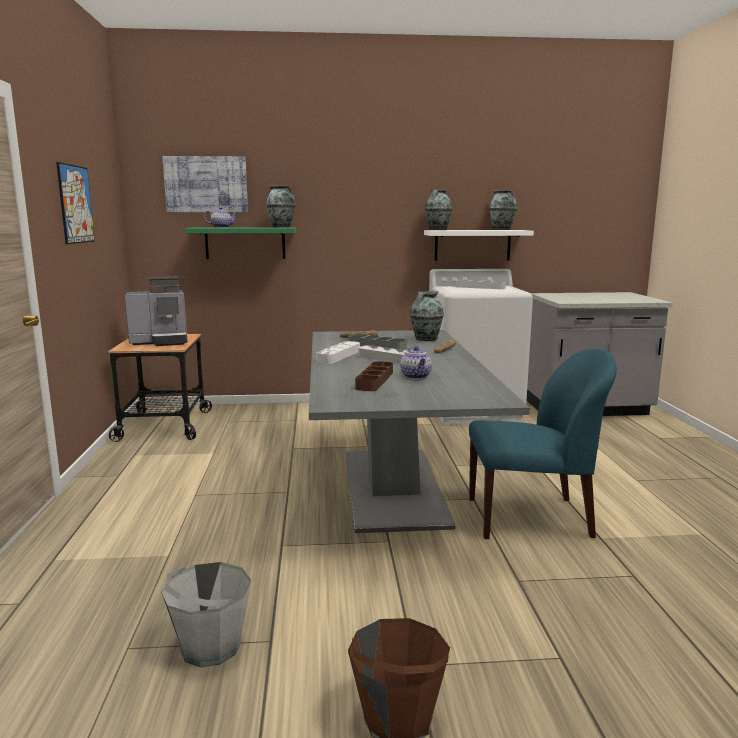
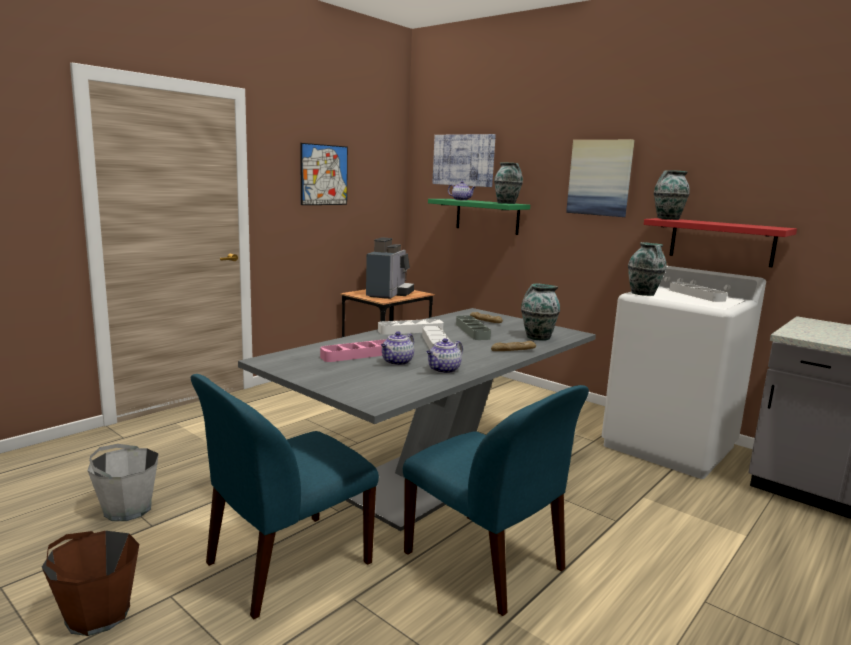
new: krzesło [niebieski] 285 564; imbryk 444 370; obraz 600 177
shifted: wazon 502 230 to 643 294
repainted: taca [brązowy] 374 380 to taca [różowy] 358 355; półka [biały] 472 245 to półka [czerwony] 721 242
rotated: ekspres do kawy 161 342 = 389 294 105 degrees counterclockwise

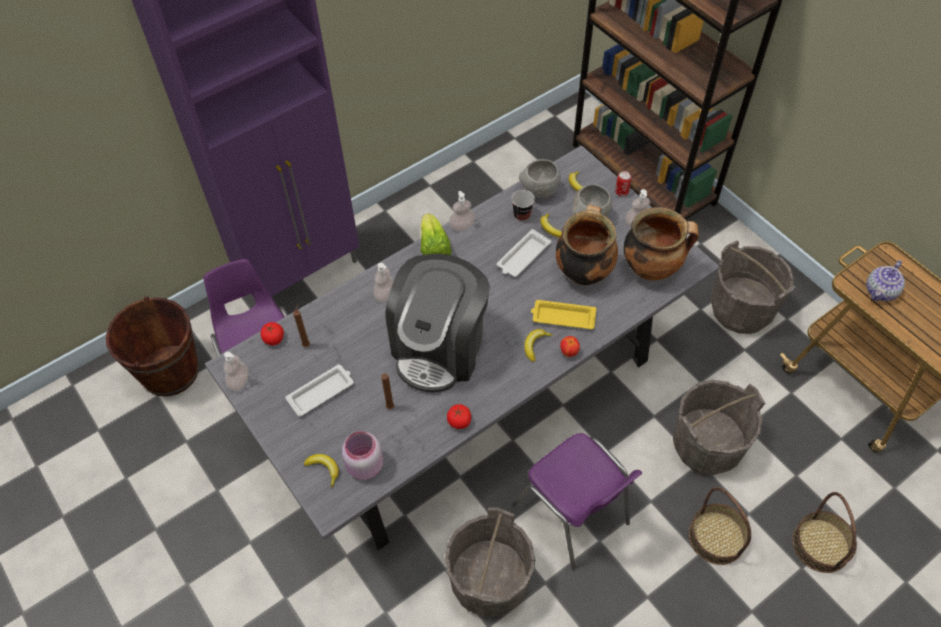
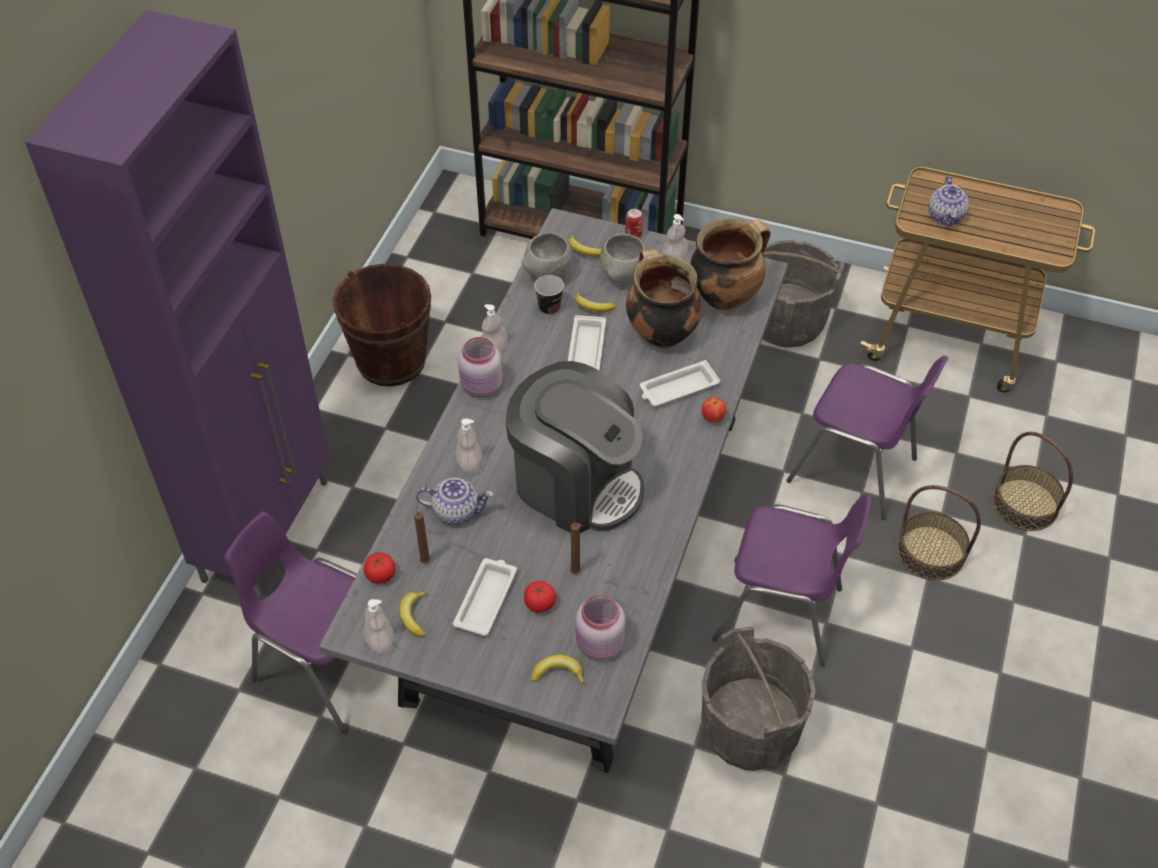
new: imbryk 456 511
shifted: wiadro [brązowy] 170 371 to 391 361; pomidor 459 421 to 539 604; banan 535 345 to 414 616
swapped: sałata 434 247 to słoik [różowy] 481 387; wiadro [szary] 707 445 to krzesło [fioletowy] 855 471
repainted: taca [żółty] 562 317 to taca [biały] 677 388
rotated: ekspres do kawy 440 347 = 576 484 45 degrees counterclockwise

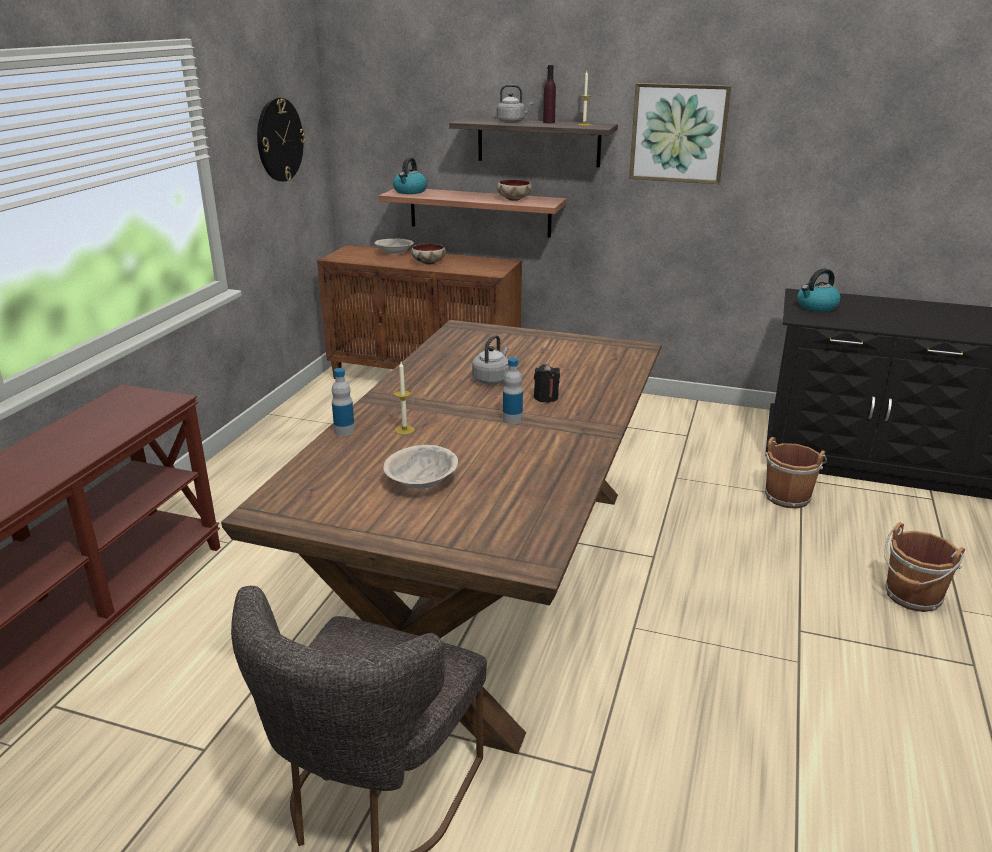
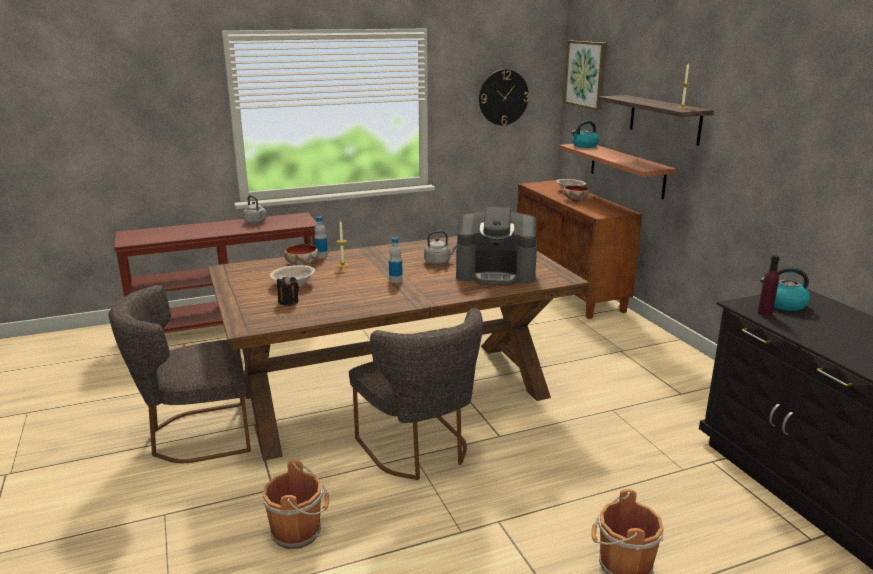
new: krzesło [szary] 419 450; ekspres do kawy 496 273
shifted: czajnik [szary] 512 122 to 256 222; miska 513 199 to 302 264; świeca [czarny] 546 397 to 288 302; butelka [fioletowy] 549 122 to 764 313; obraz 678 133 to 586 74; wiadro [brązowy] 787 496 to 299 532

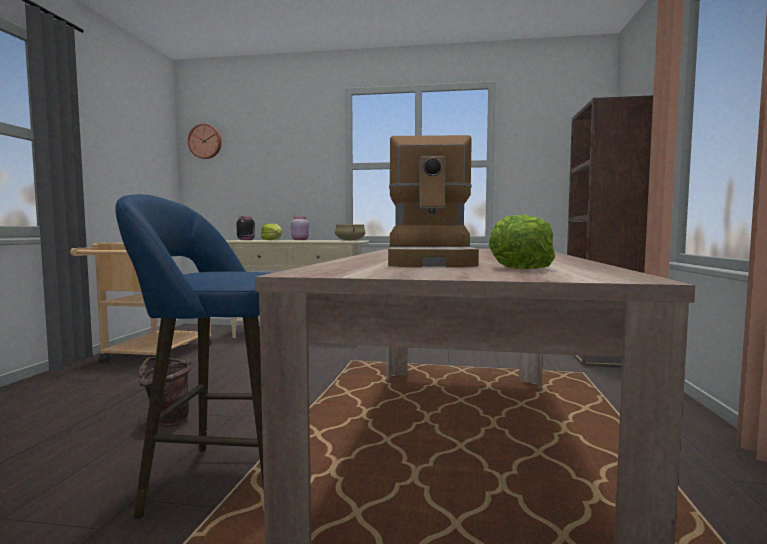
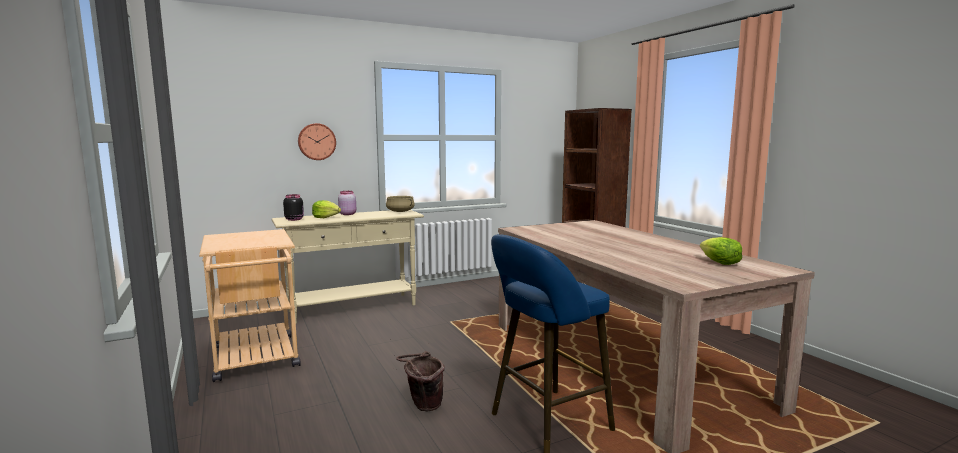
gone: ekspres do kawy 431 261
shifted: zegar ścienny 205 141 to 316 141

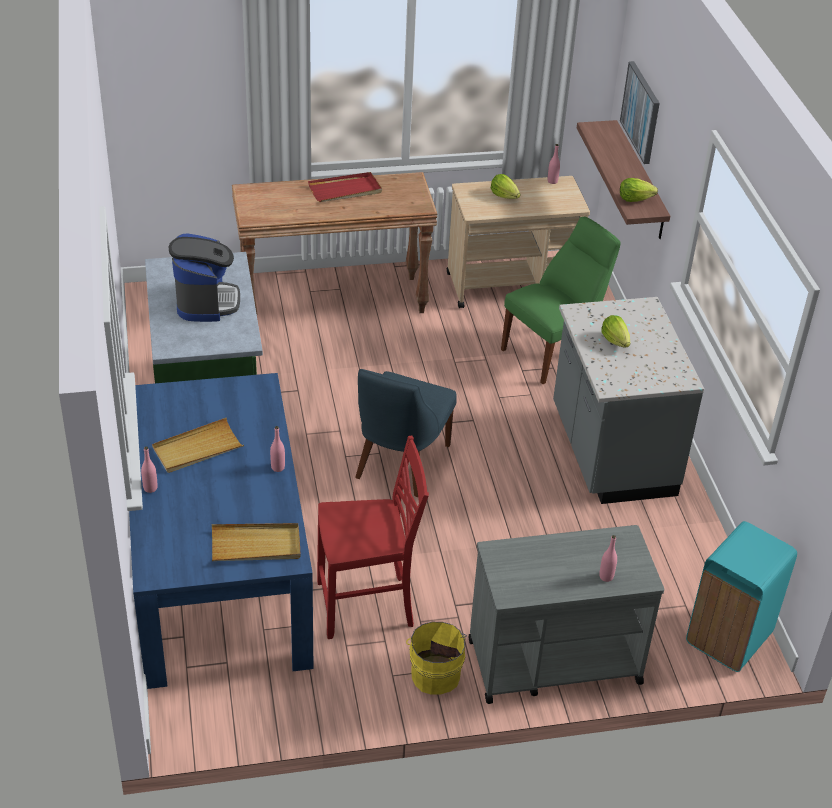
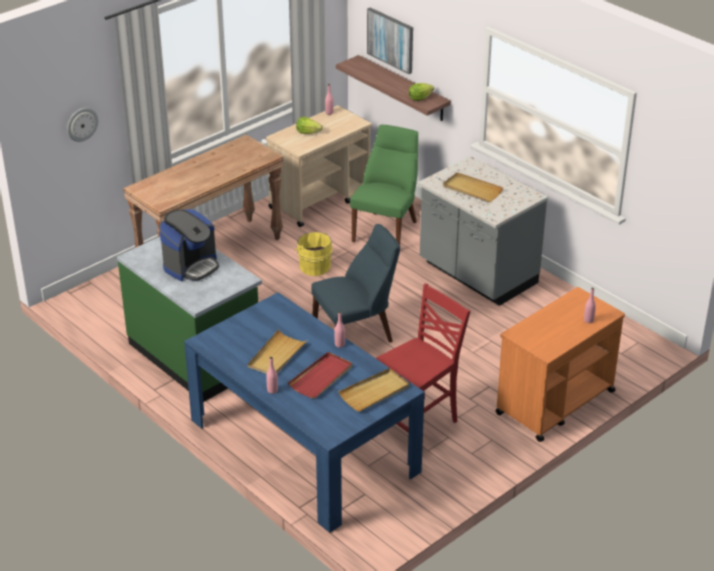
gone: kosz na śmieci [turkusowy] 730 638
new: zegar ścienny 81 124
shifted: taca [czerwony] 345 190 to 321 377; wiadro [żółty] 435 673 to 314 266
swapped: sałata 615 340 to taca [beżowy] 472 189
repainted: wózek [szary] 553 661 to wózek [pomarańczowy] 554 402
rotated: ekspres do kawy 206 302 = 191 266 75 degrees clockwise; krzesło [niebieski] 400 464 = 356 335 105 degrees counterclockwise

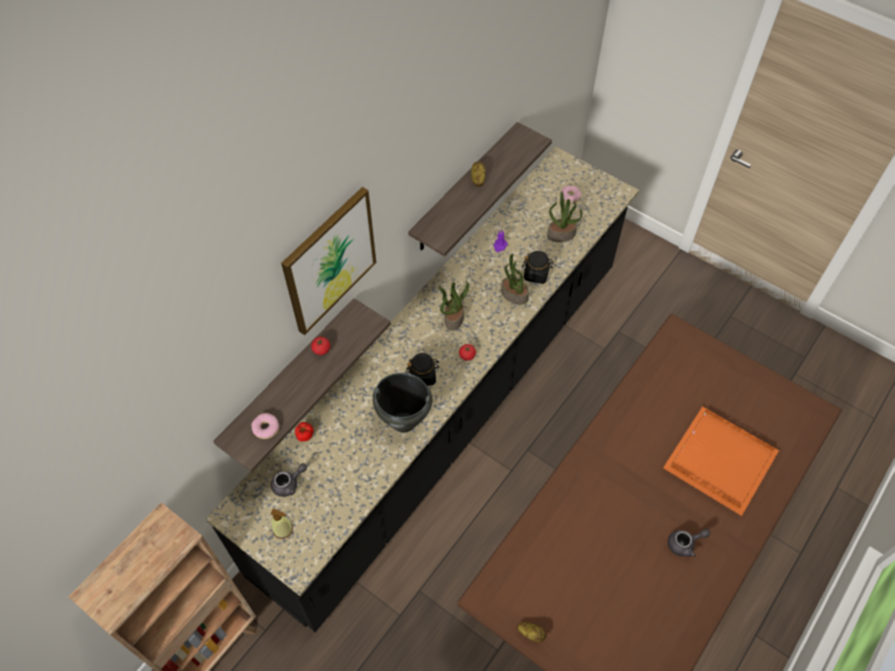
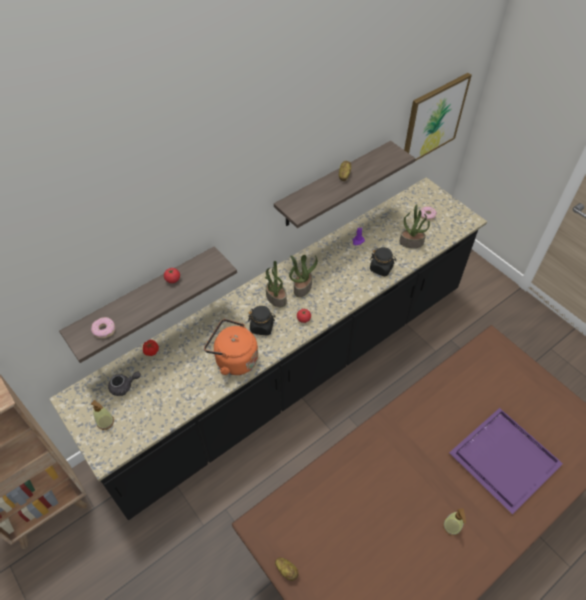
shifted: obraz 329 261 to 433 119; roślina doniczkowa 513 295 to 275 298
swapped: garnek [czarny] 404 422 to czajnik [pomarańczowy] 234 359; imbryk [szary] 685 544 to dozownik mydła 452 526
repainted: taca [pomarańczowy] 719 458 to taca [fioletowy] 504 457

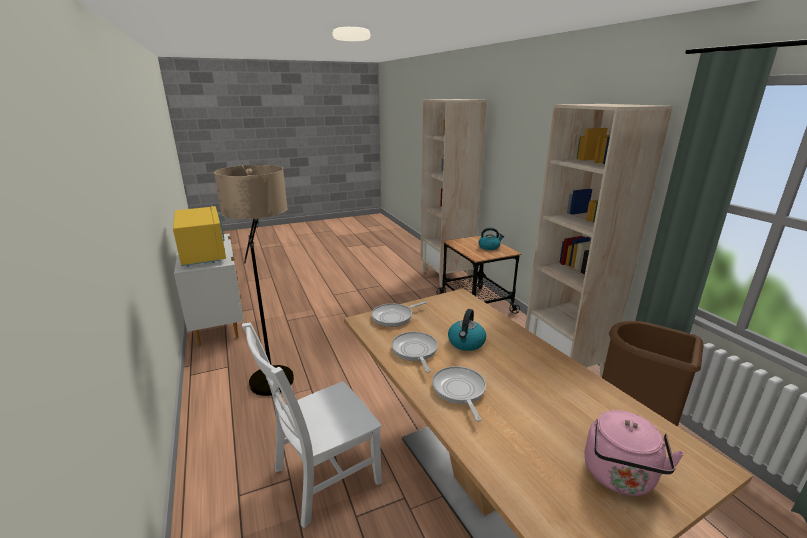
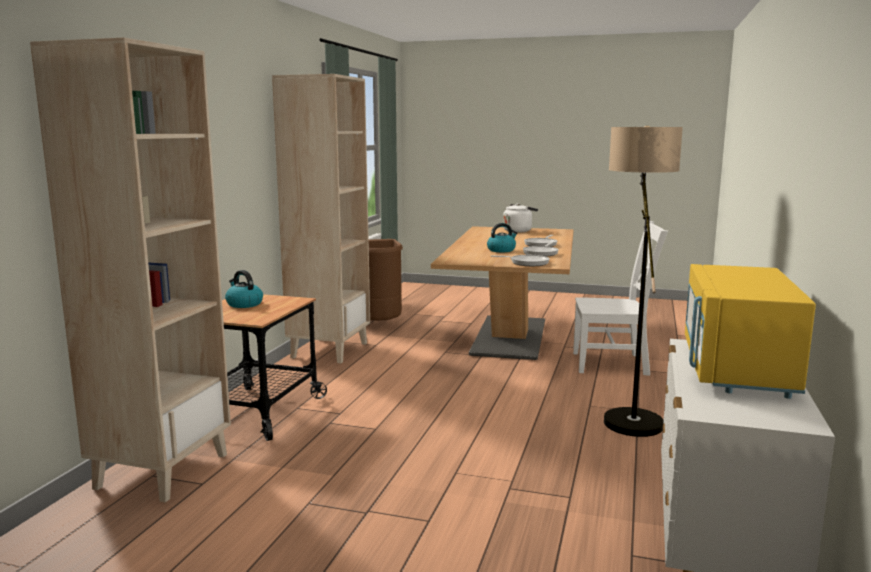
repainted: czajnik [różowy] 619 477 to czajnik [biały] 518 231

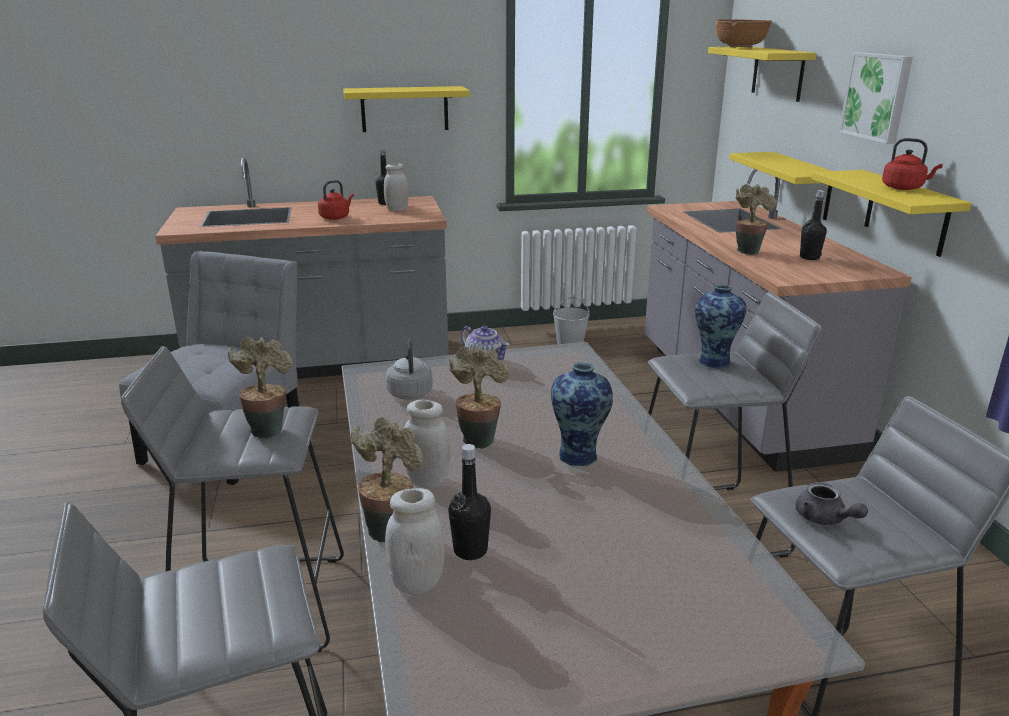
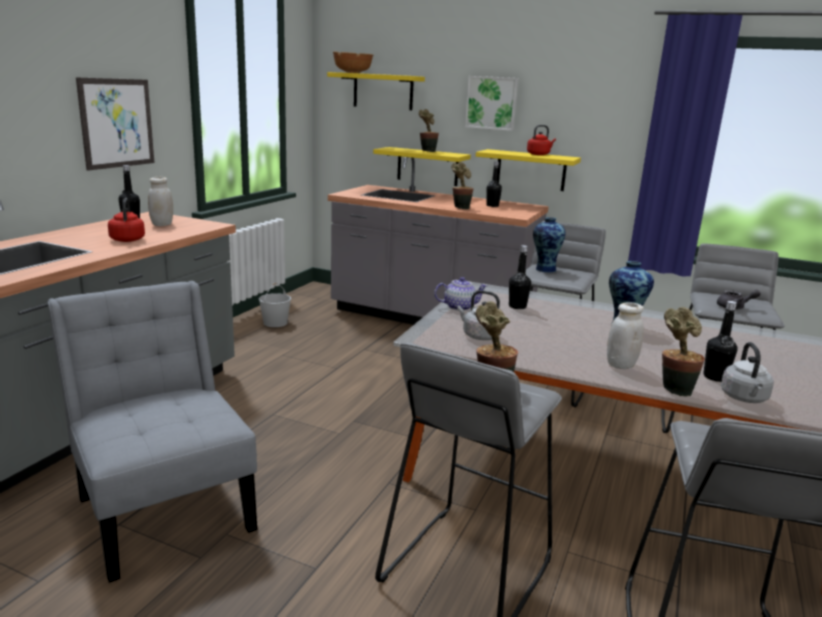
new: butelka [czarny] 517 306
shifted: roślina doniczkowa 478 438 to 427 151
swapped: półka [żółty] 404 109 to obraz 117 123; słoik [biały] 417 583 to czajnik [szary] 744 398

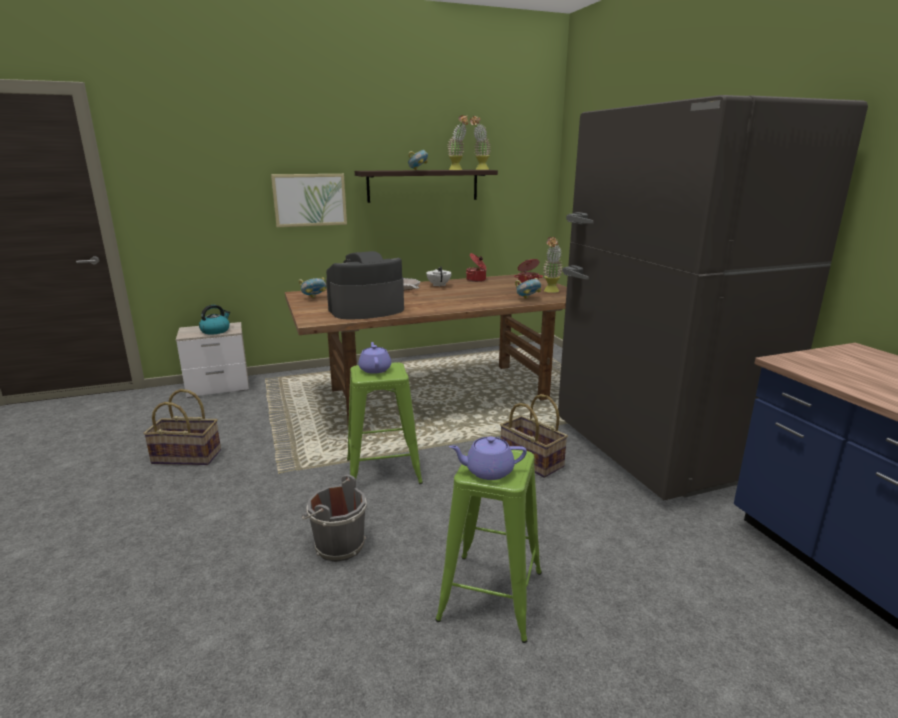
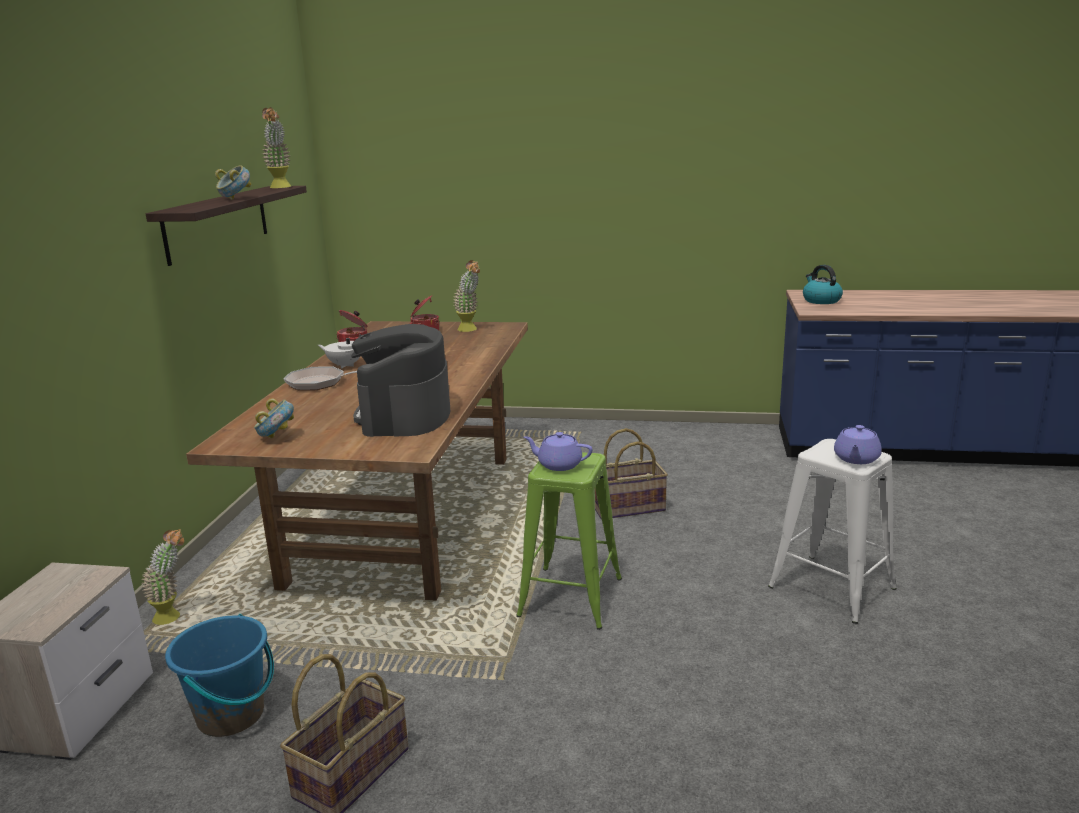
gone: obraz 310 200; wiadro [szary] 337 545; miska 528 299; lodówka [szary] 656 449
new: wiadro [niebieski] 231 715
shifted: czajnik 215 331 to 821 300; roślina doniczkowa 458 170 to 174 617
repainted: stołek [zielony] 491 594 to stołek [biały] 830 587

